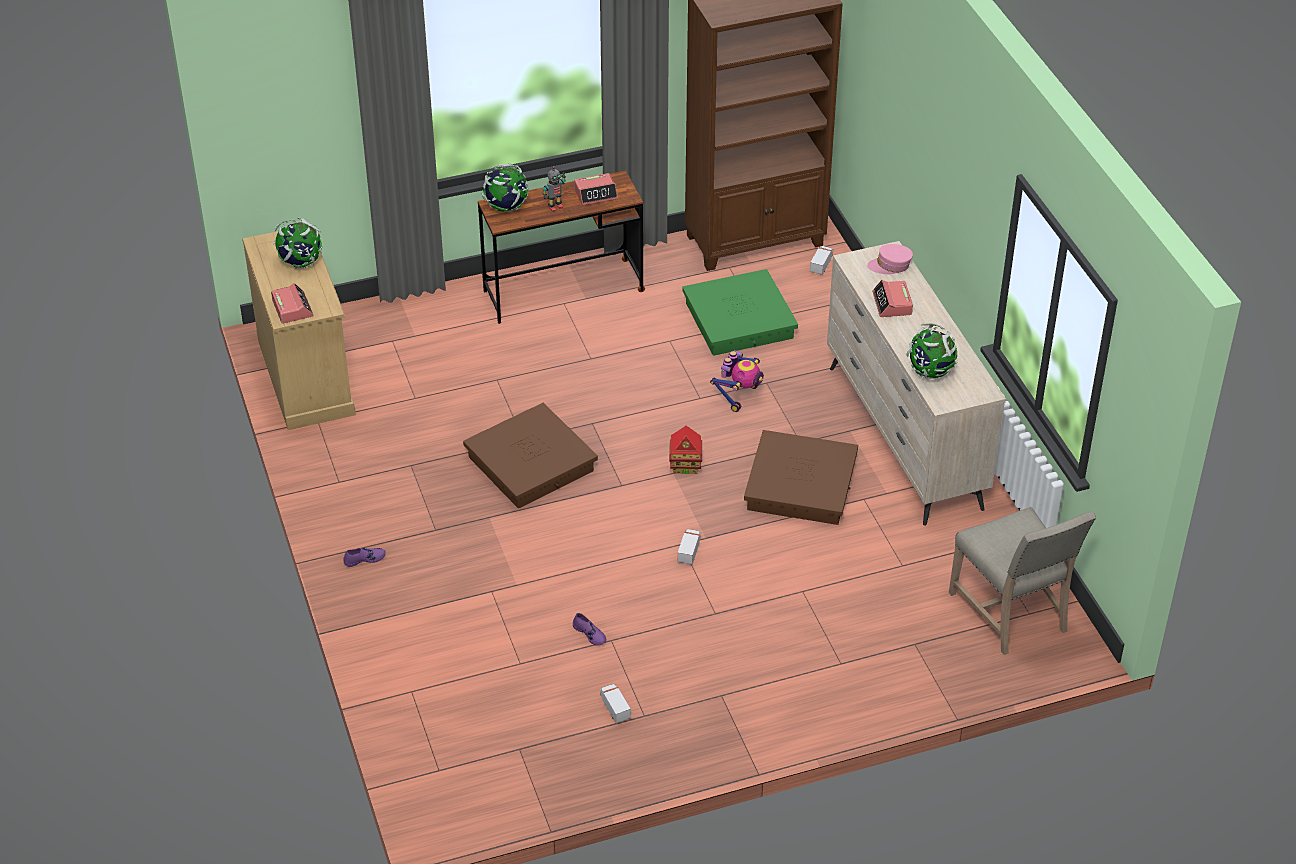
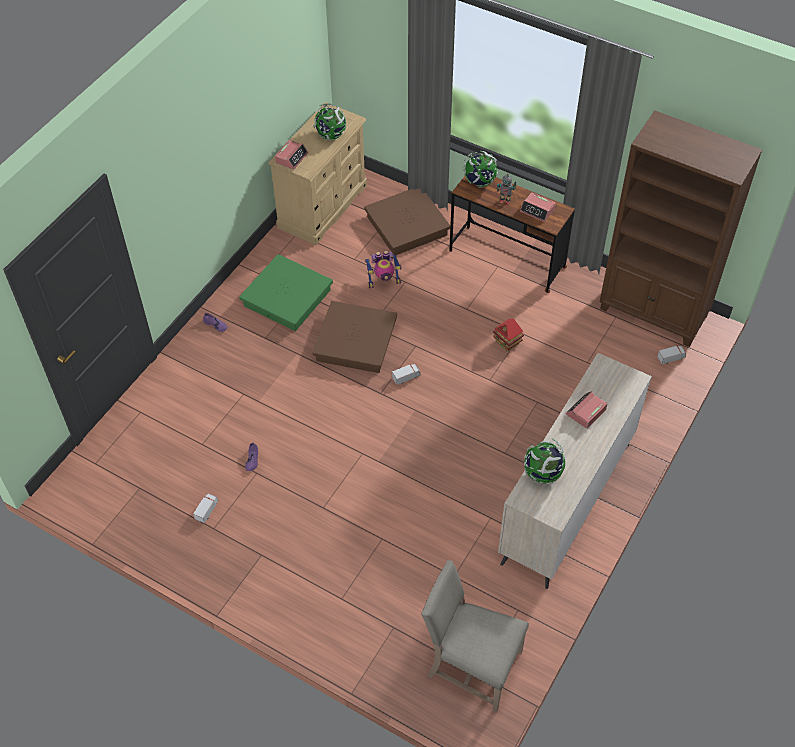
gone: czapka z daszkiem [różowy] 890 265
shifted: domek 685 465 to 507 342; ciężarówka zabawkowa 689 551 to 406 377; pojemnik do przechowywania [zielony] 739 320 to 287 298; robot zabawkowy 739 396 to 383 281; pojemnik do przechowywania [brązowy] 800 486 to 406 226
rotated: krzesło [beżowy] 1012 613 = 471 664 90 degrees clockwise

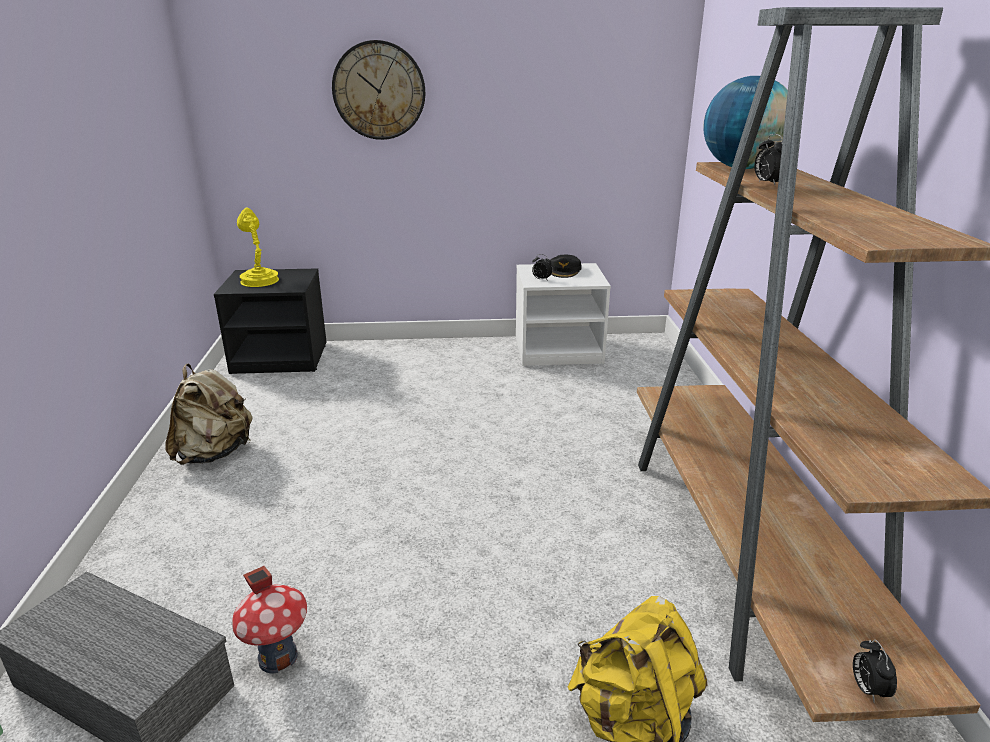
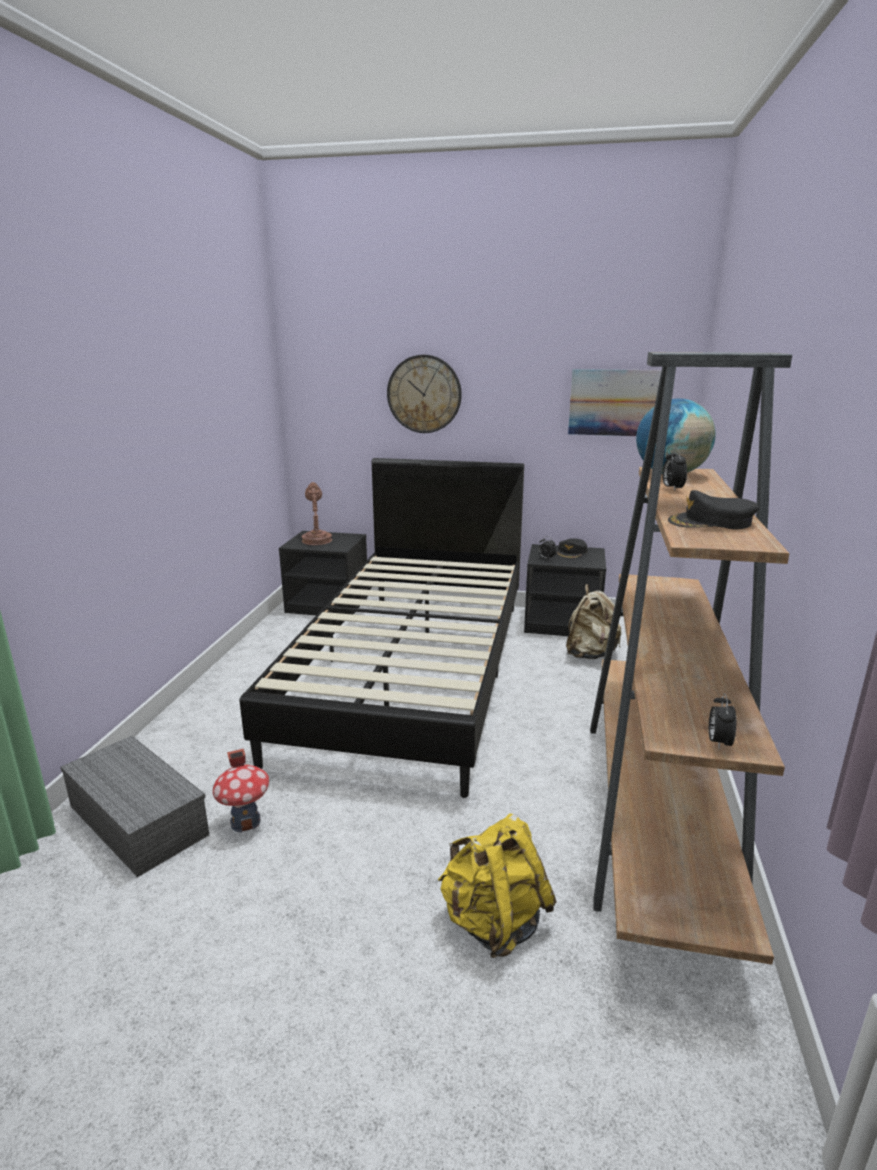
new: łóżko [czarny] 413 671; obraz 618 403; czapka z daszkiem [czarny] 711 522
shifted: plecak [beżowy] 214 453 to 590 654; budzik 867 689 to 718 742
repainted: lampa stołowa [żółty] 259 280 to lampa stołowa [brązowy] 316 539; szafka nocna [biały] 559 350 to szafka nocna [czarny] 563 623

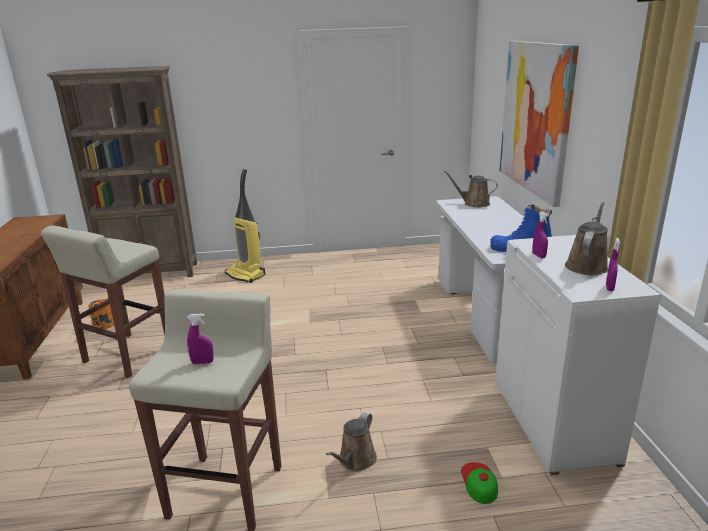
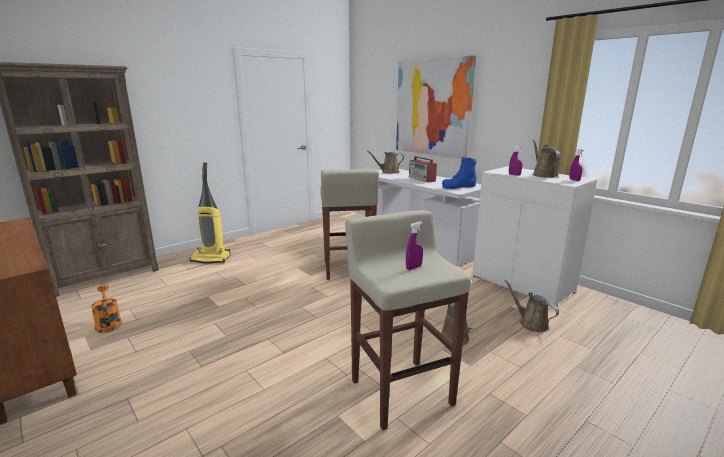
new: radio 422 179
shifted: stołek [beżowy] 127 356 to 348 269
swapped: czapka z daszkiem 479 482 to konewka [brązowy] 531 323

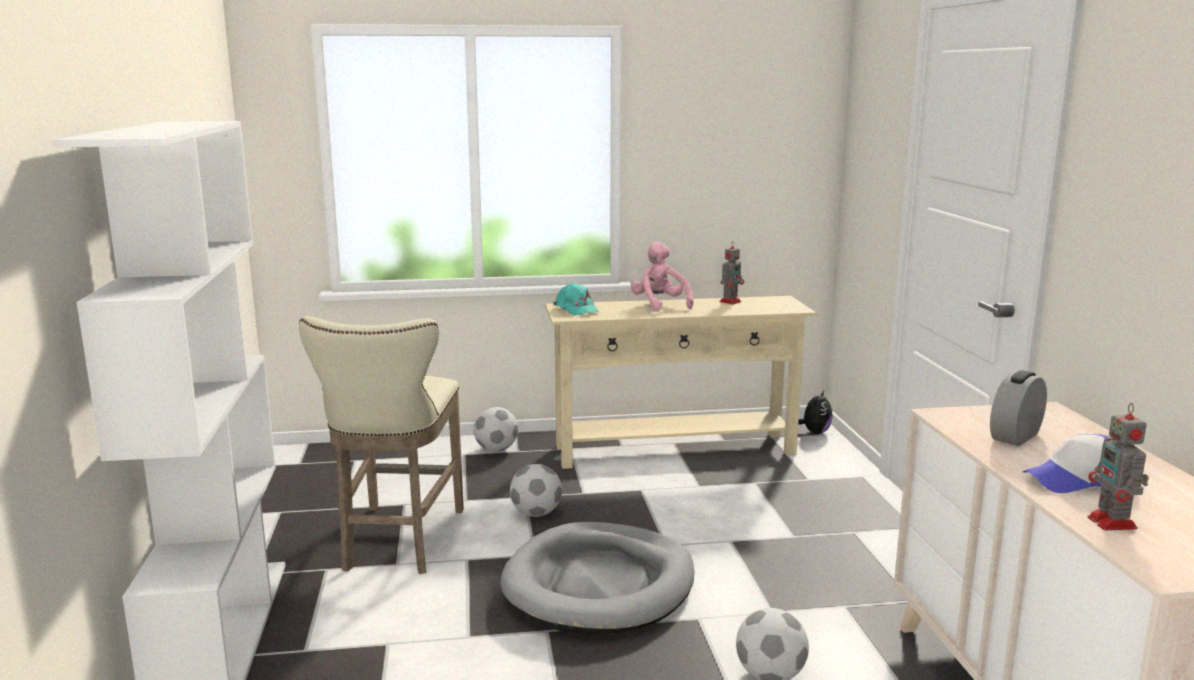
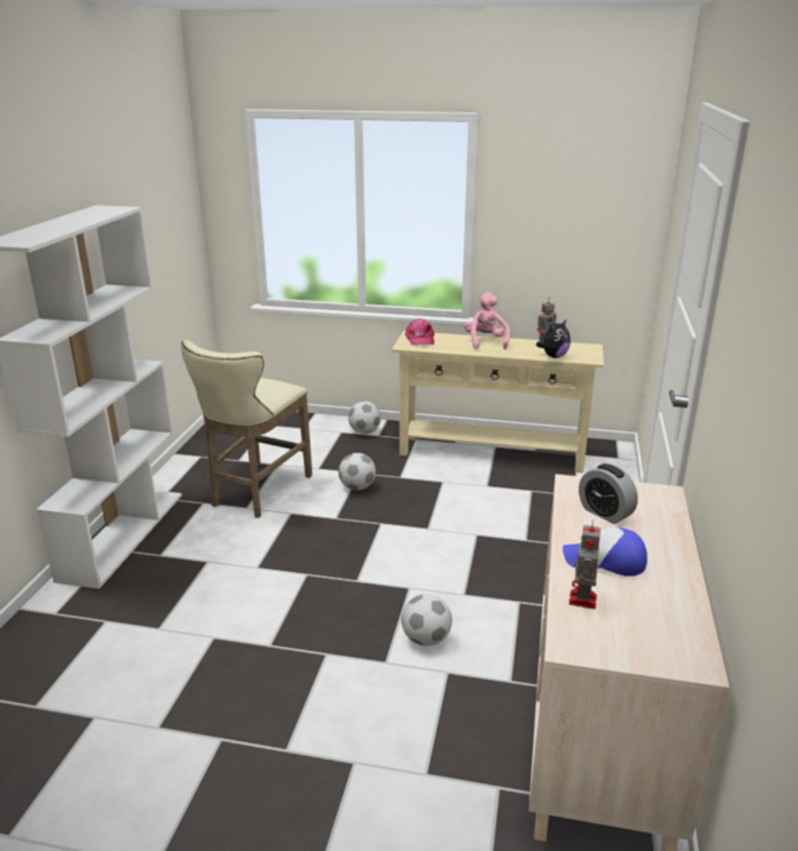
gone: legowisko [szary] 599 585
shifted: pluszak 814 432 to 553 356
repainted: czapka z daszkiem [turkusowy] 576 309 to czapka z daszkiem [różowy] 420 339
rotated: budzik 1015 436 = 605 513 105 degrees counterclockwise

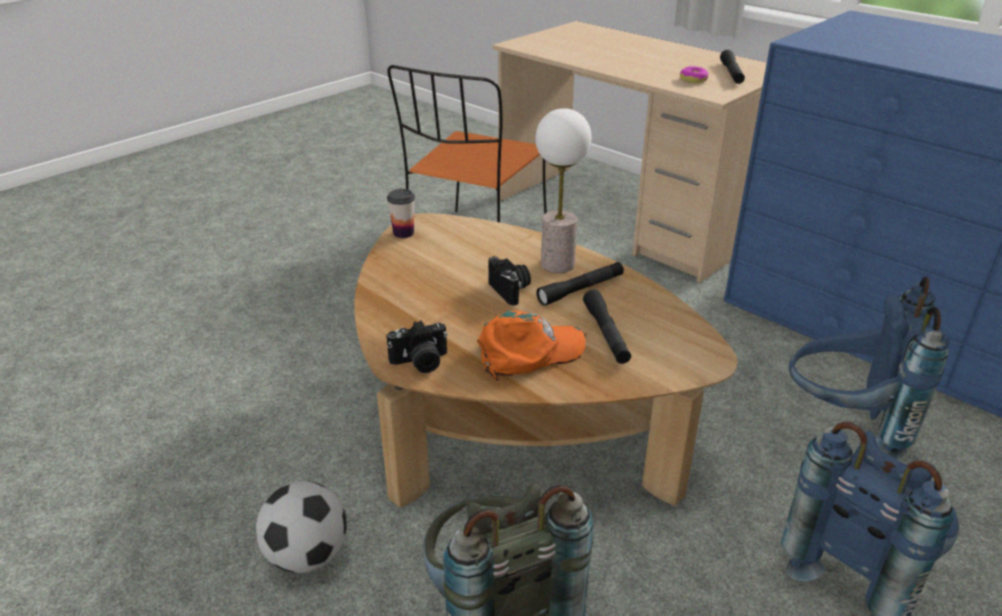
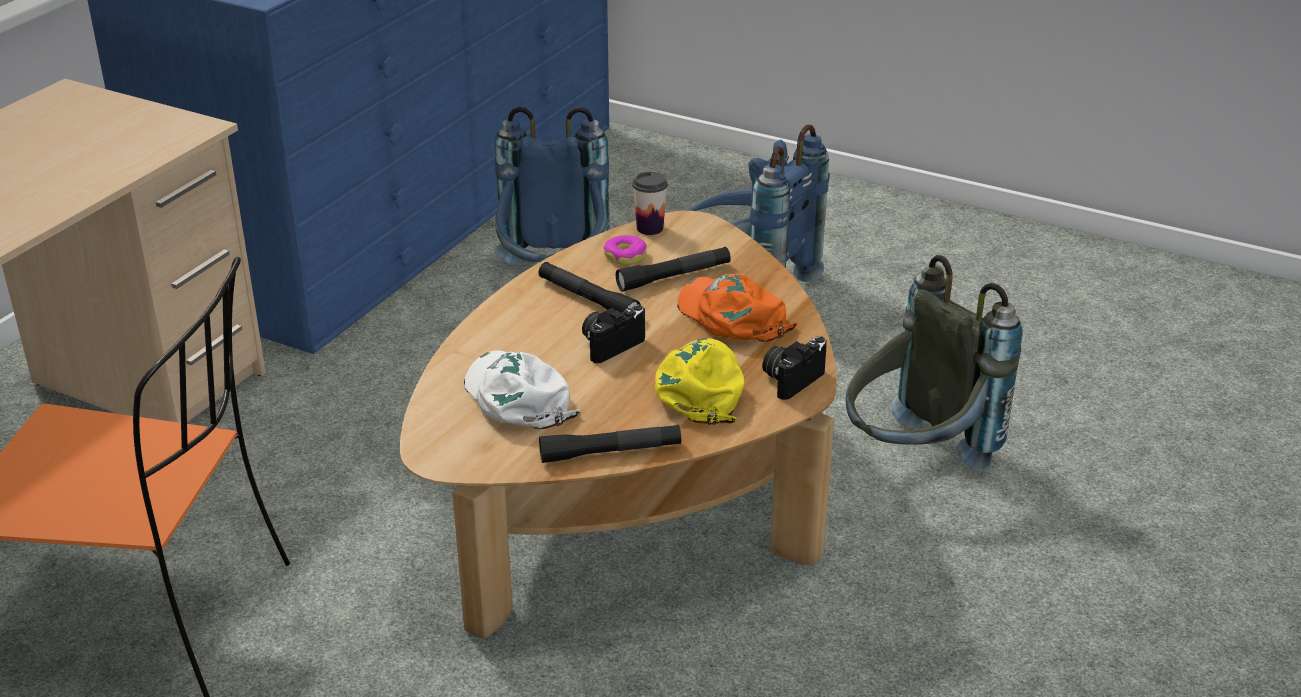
gone: piłka futbolowa 307 555; lampa stołowa 558 264
new: czapka z daszkiem [biały] 517 397; czapka z daszkiem [żółty] 701 387
shifted: filiżanka 403 233 to 650 228; donut 693 79 to 625 256; latarka [czarny] 731 73 to 610 452
rotated: aparat fotograficzny 420 362 = 791 379 105 degrees counterclockwise

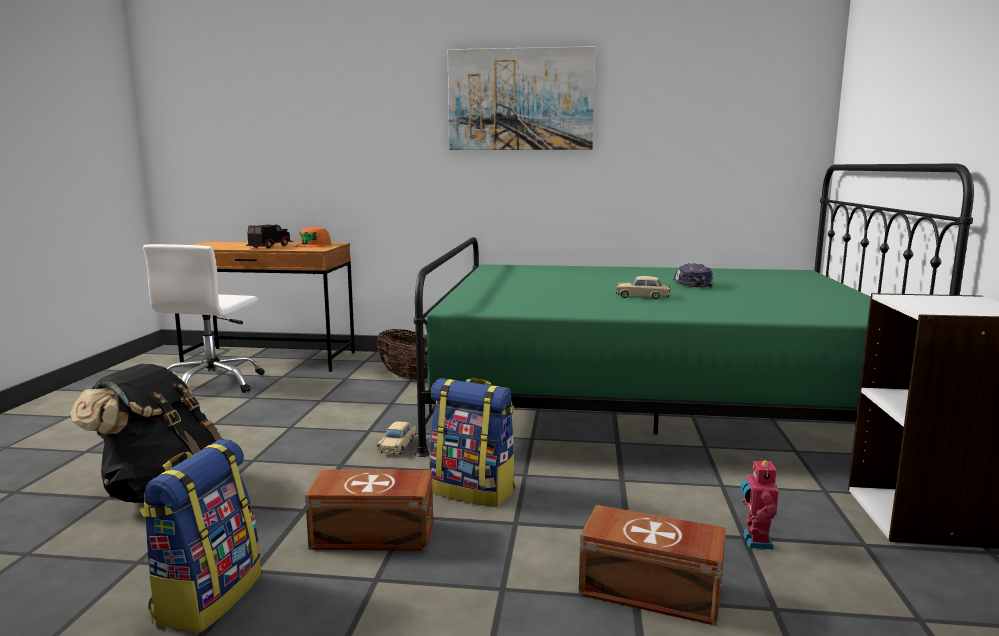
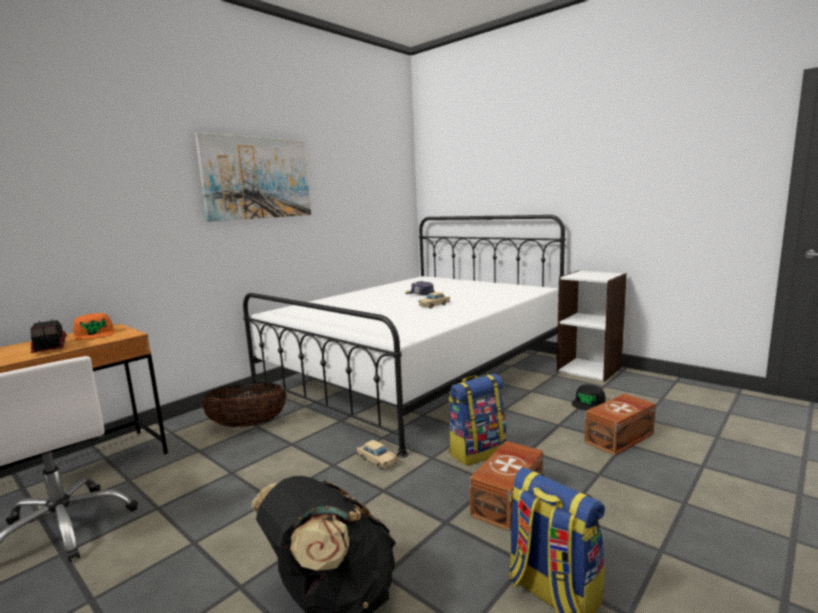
swapped: robot zabawkowy 755 541 to czapka z daszkiem [czarny] 588 403
repainted: łóżko [zielony] 647 404 to łóżko [biały] 417 373

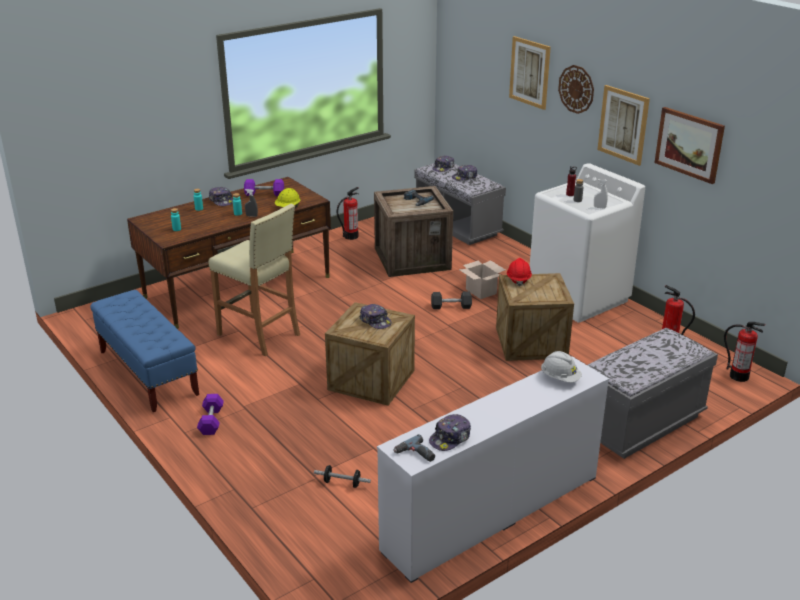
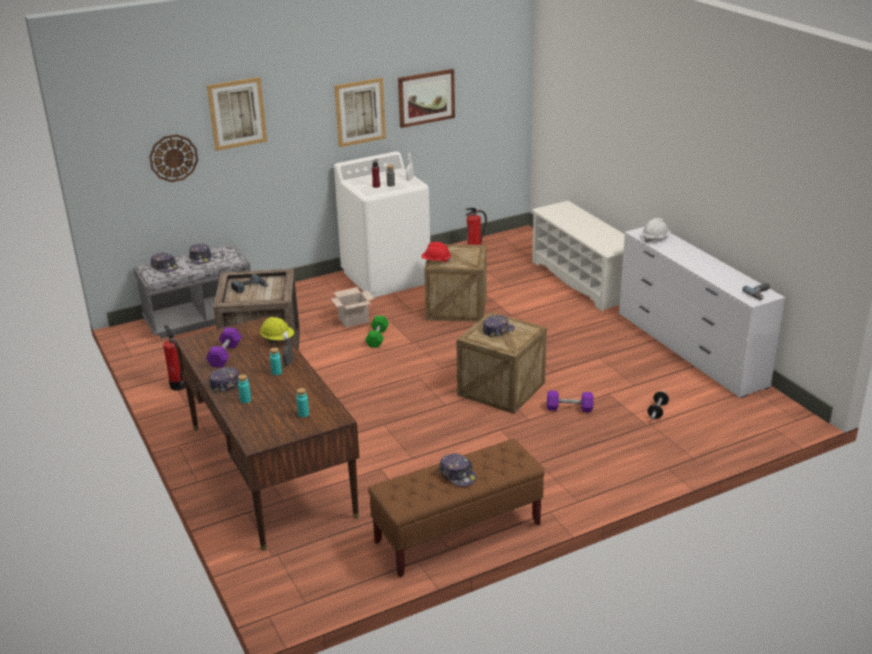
gone: stołek [beżowy] 259 335; gaśnica 739 376
shifted: hantel [fioletowy] 211 421 to 569 408; czapka z daszkiem 450 438 to 457 475; zegar ścienny 576 89 to 173 158
swapped: ławka [szary] 641 424 to regał na buty [biały] 583 280
repainted: ławka [niebieski] 148 373 to ławka [brązowy] 457 534; hantel [szary] 451 306 to hantel [zielony] 377 338

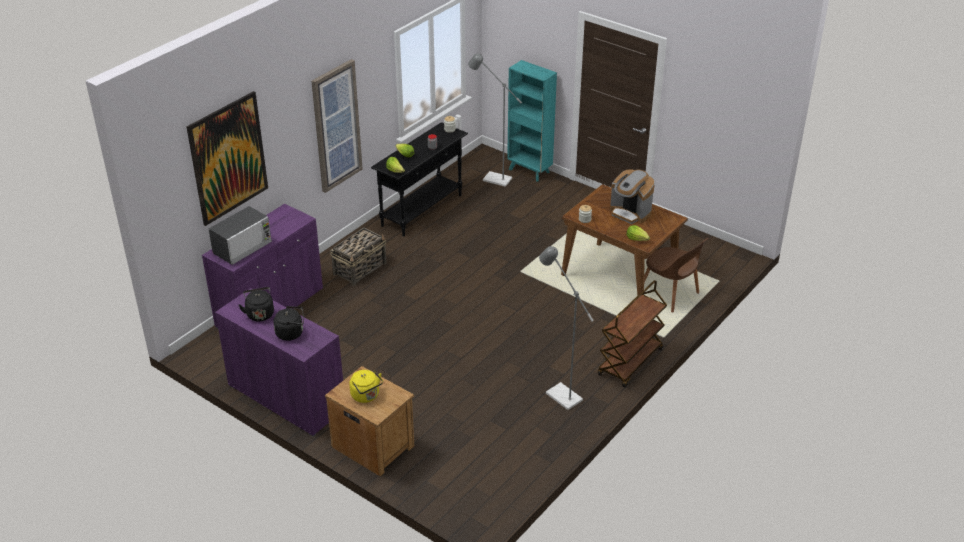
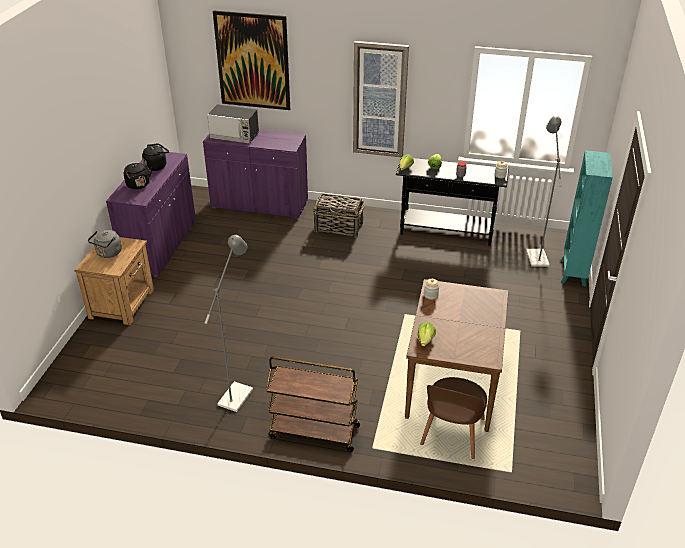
gone: ekspres do kawy 630 213
repainted: czajnik [żółty] 366 396 to czajnik [szary] 108 254

